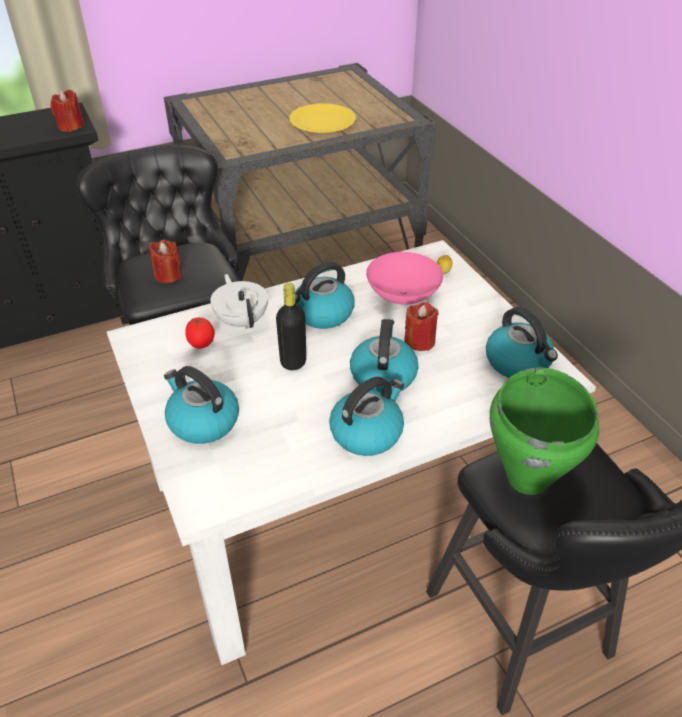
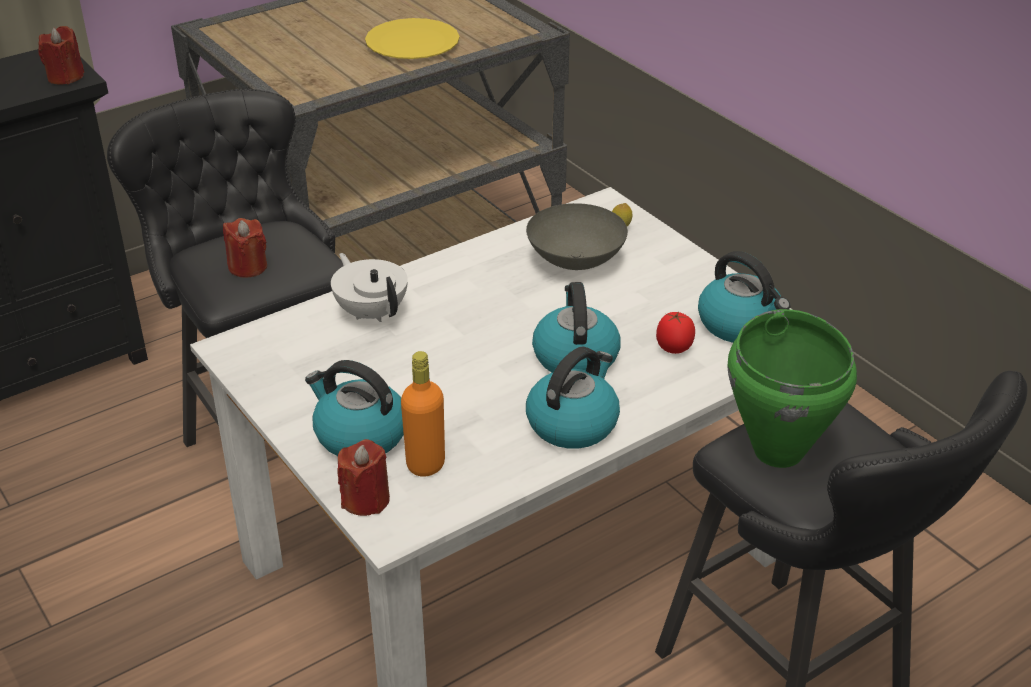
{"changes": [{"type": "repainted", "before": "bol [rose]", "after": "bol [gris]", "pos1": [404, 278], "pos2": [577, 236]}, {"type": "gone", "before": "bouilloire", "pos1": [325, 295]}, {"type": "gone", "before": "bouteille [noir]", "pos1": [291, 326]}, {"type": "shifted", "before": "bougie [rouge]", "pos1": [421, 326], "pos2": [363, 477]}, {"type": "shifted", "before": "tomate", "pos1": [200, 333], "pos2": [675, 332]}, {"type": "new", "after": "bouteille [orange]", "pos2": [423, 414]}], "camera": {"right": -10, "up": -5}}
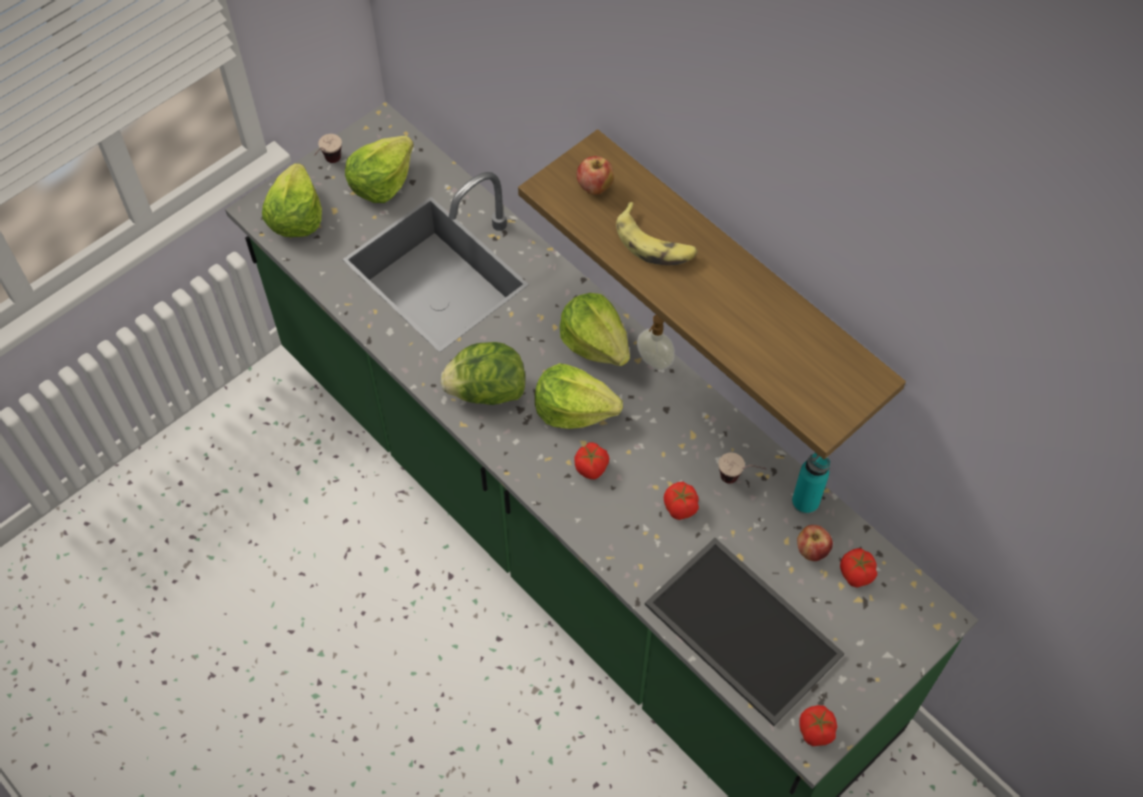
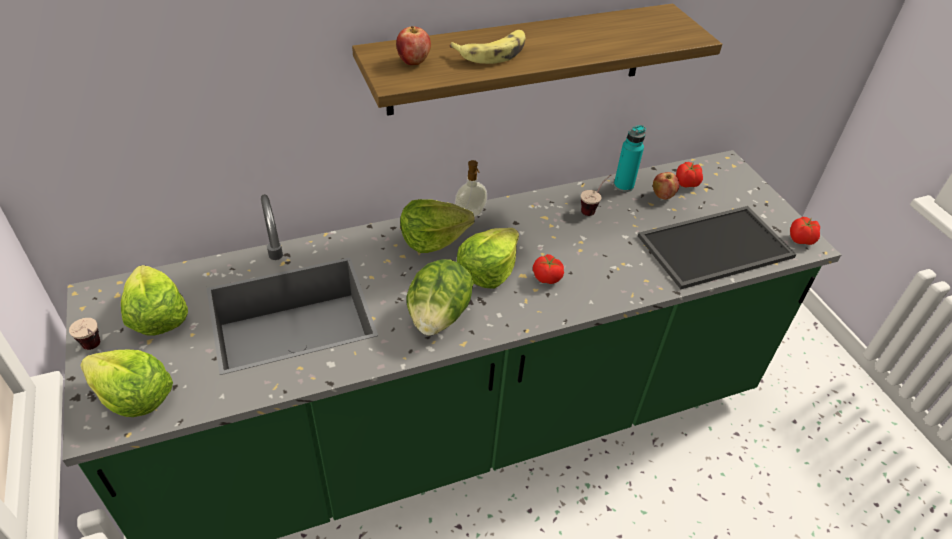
{"changes": [{"type": "gone", "before": "tomate", "pos1": [681, 501]}], "camera": {"right": -70, "up": -15}}
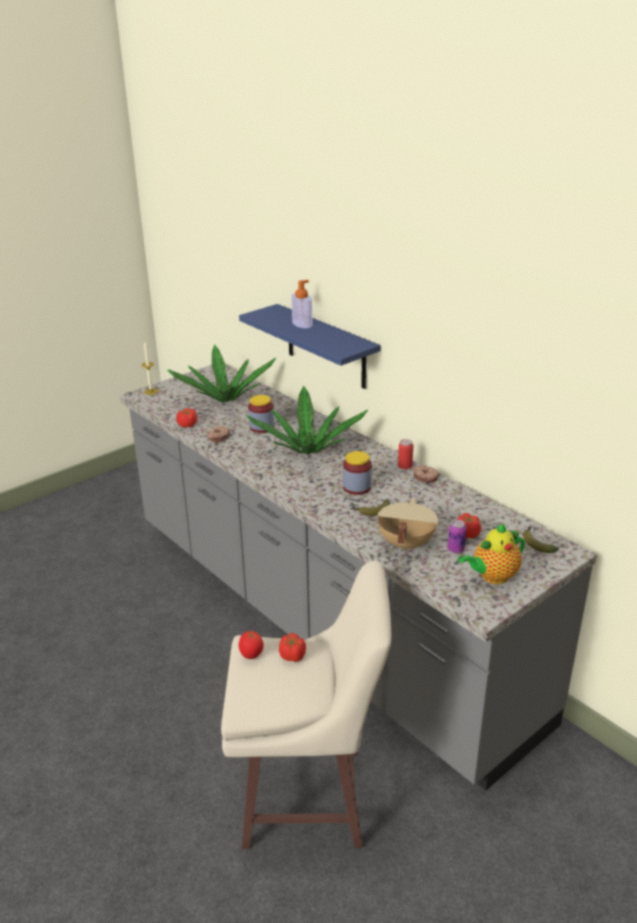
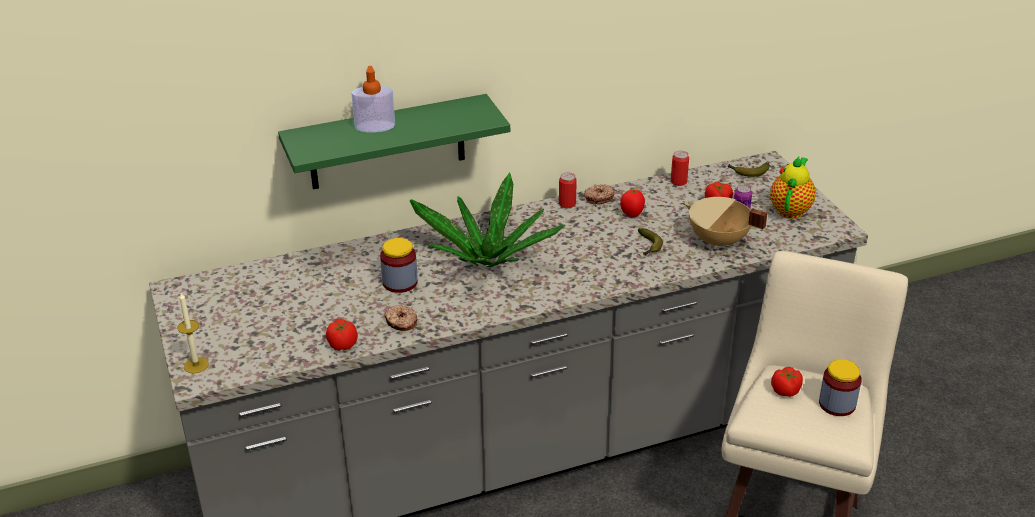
{"changes": [{"type": "repainted", "before": "étagère [bleu]", "after": "étagère [vert]", "pos1": [310, 346], "pos2": [394, 141]}, {"type": "gone", "before": "plante en pot", "pos1": [221, 373]}, {"type": "shifted", "before": "bocal", "pos1": [357, 473], "pos2": [840, 387]}, {"type": "rotated", "before": "théière", "pos1": [491, 553], "pos2": [793, 187], "turn": -150}, {"type": "shifted", "before": "tomate", "pos1": [251, 645], "pos2": [632, 203]}, {"type": "new", "after": "boîte métallique", "pos2": [680, 168]}], "camera": {"right": -70, "up": 5}}
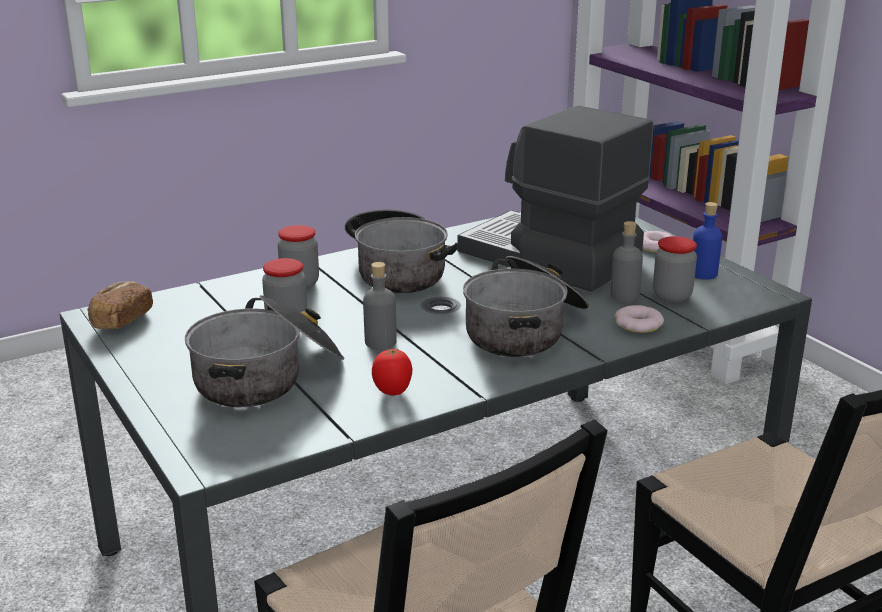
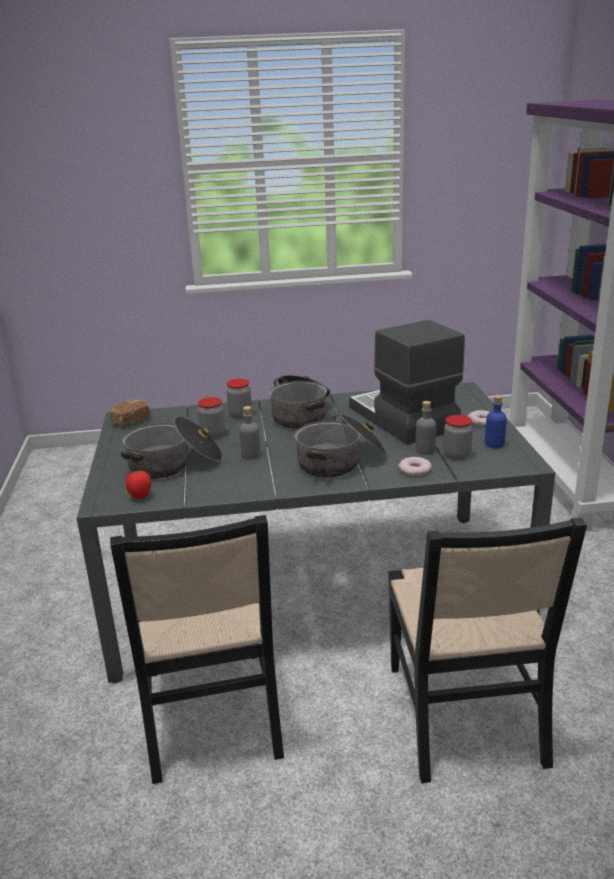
{"changes": [{"type": "shifted", "before": "tomate", "pos1": [392, 372], "pos2": [138, 484]}], "camera": {"right": 25, "up": 0}}
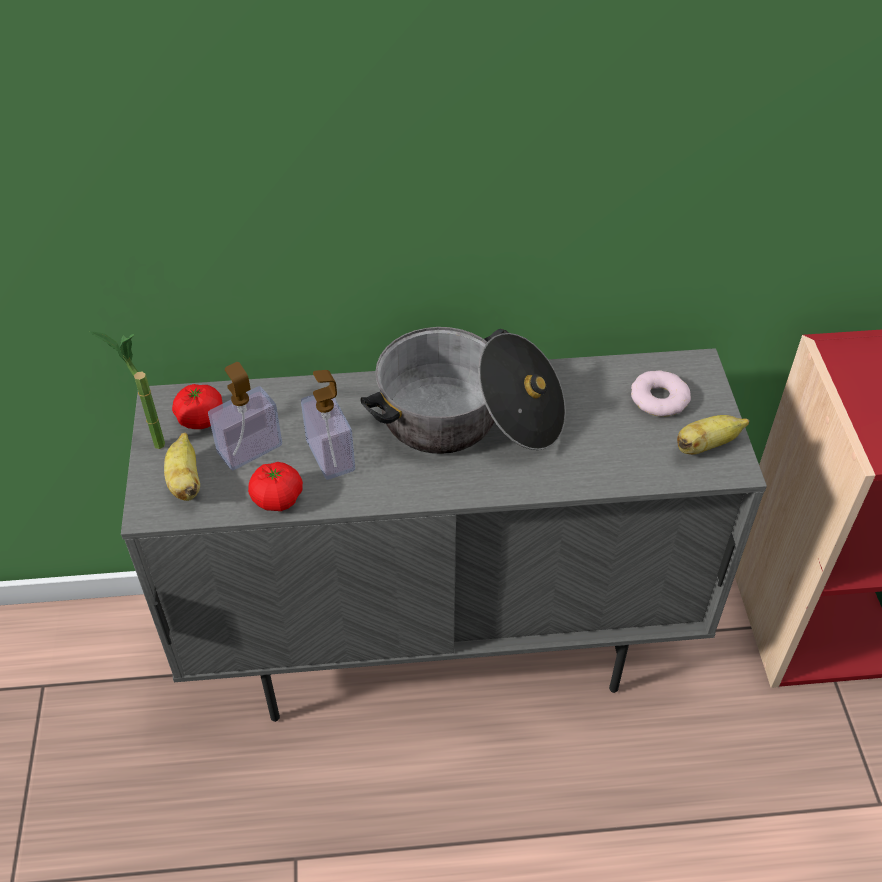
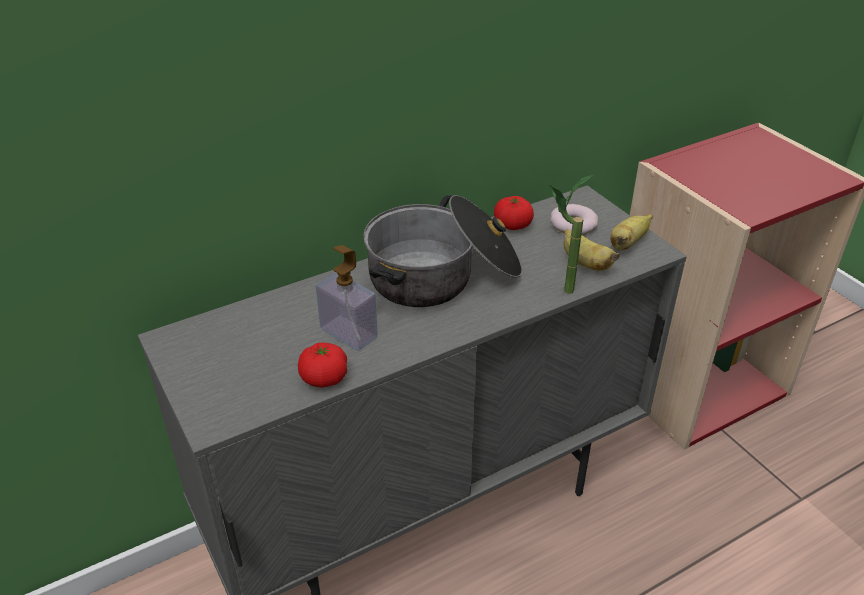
{"changes": [{"type": "shifted", "before": "plante en pot", "pos1": [127, 390], "pos2": [571, 234]}, {"type": "gone", "before": "distributeur de savon", "pos1": [245, 416]}, {"type": "shifted", "before": "tomate", "pos1": [197, 406], "pos2": [514, 213]}, {"type": "shifted", "before": "banane", "pos1": [182, 466], "pos2": [591, 249]}], "camera": {"right": -25, "up": -10}}
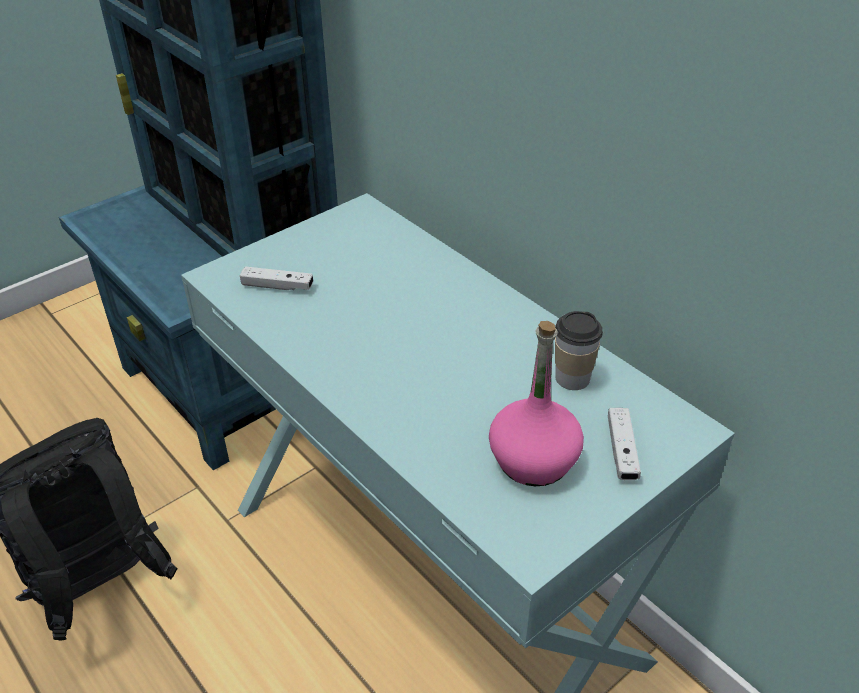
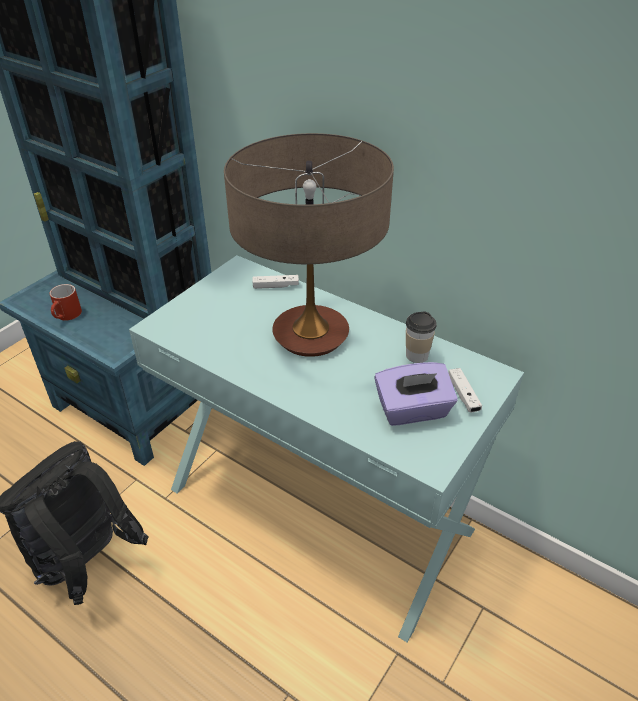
{"changes": [{"type": "shifted", "before": "manette [blanc]", "pos1": [276, 278], "pos2": [275, 282]}, {"type": "swapped", "before": "bouteille [rose]", "after": "boîte à mouchoirs [violet]", "pos1": [536, 403], "pos2": [416, 394]}, {"type": "new", "after": "lampe de table", "pos2": [309, 245]}, {"type": "new", "after": "mug [rouge]", "pos2": [65, 302]}], "camera": {"right": -15, "up": 0}}
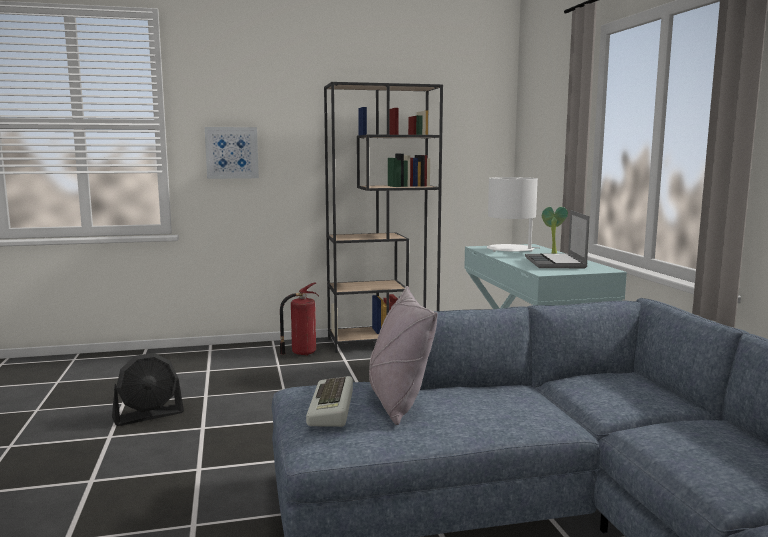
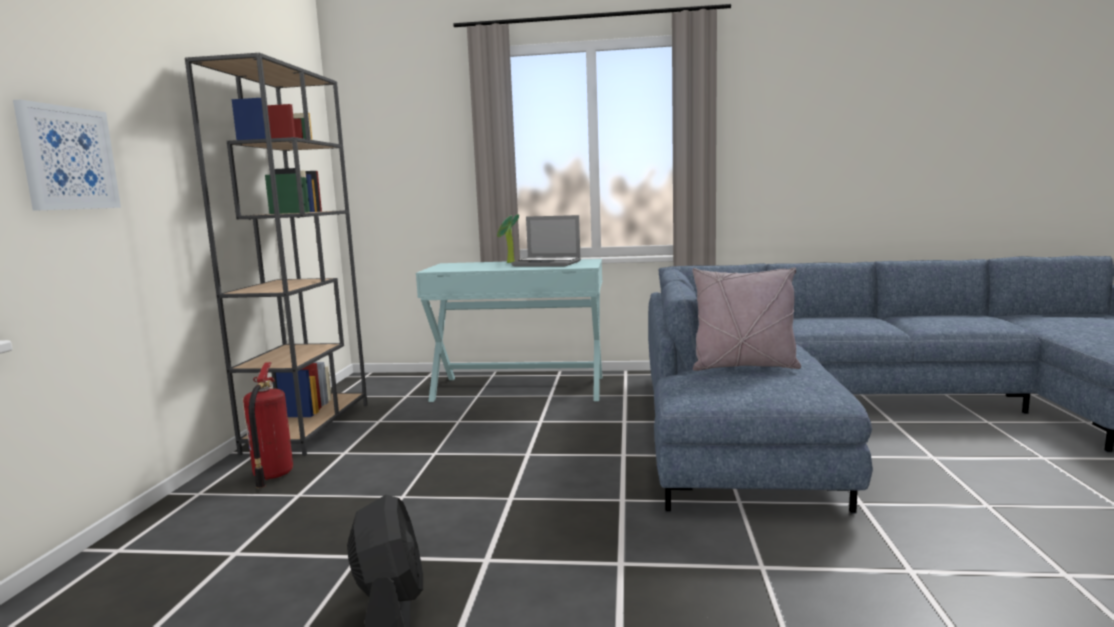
{"changes": [{"type": "gone", "before": "lampe de table [blanc]", "pos1": [513, 214]}, {"type": "gone", "before": "clavier", "pos1": [329, 401]}], "camera": {"right": -70, "up": 0}}
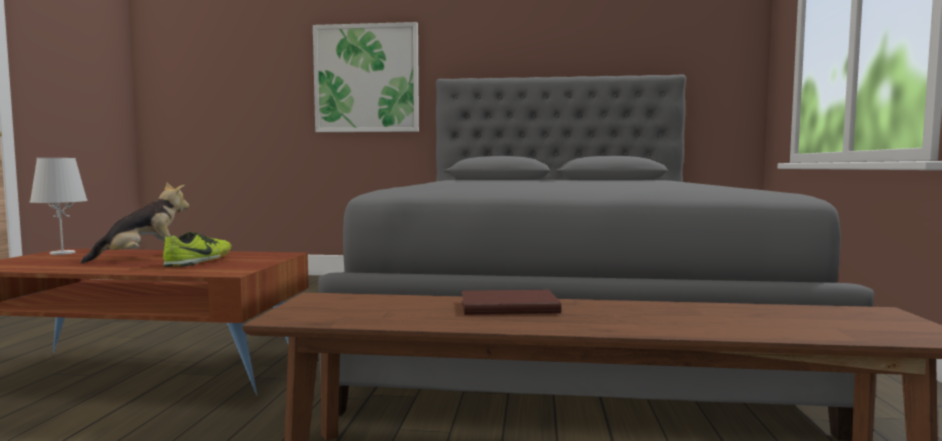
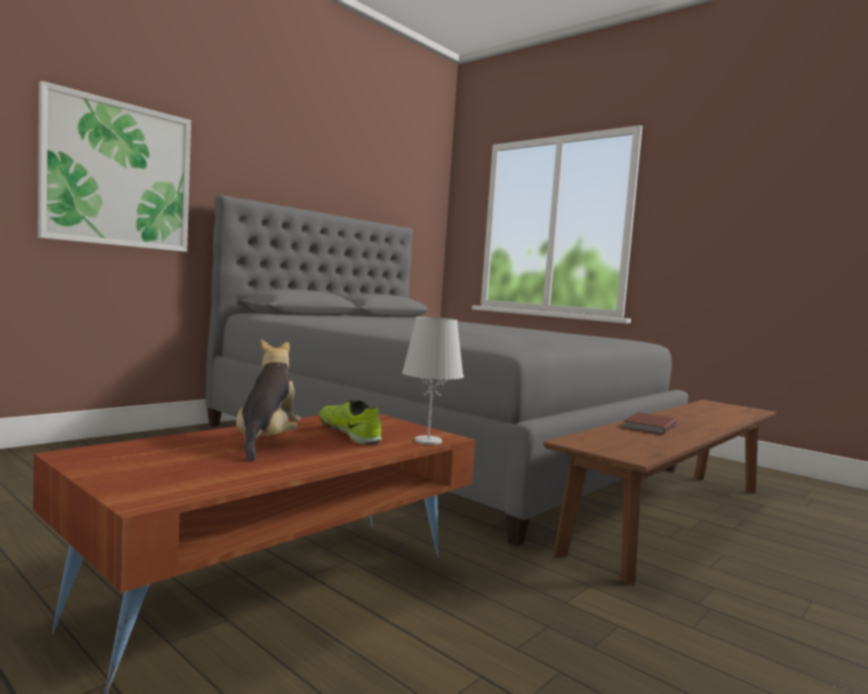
{"changes": [{"type": "shifted", "before": "lampe de table [blanc]", "pos1": [59, 206], "pos2": [433, 381]}], "camera": {"right": -55, "up": 0}}
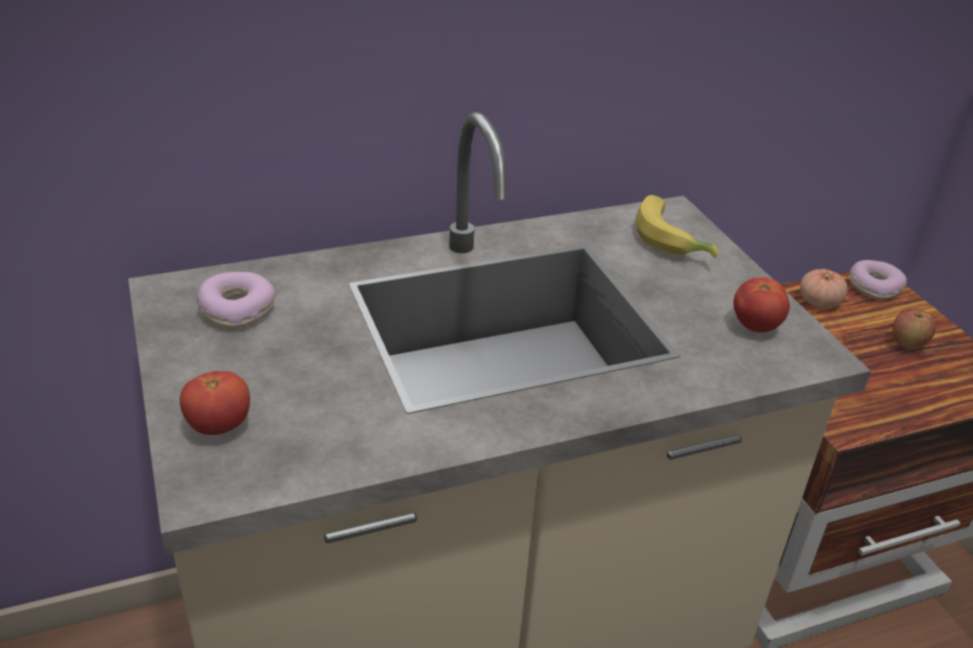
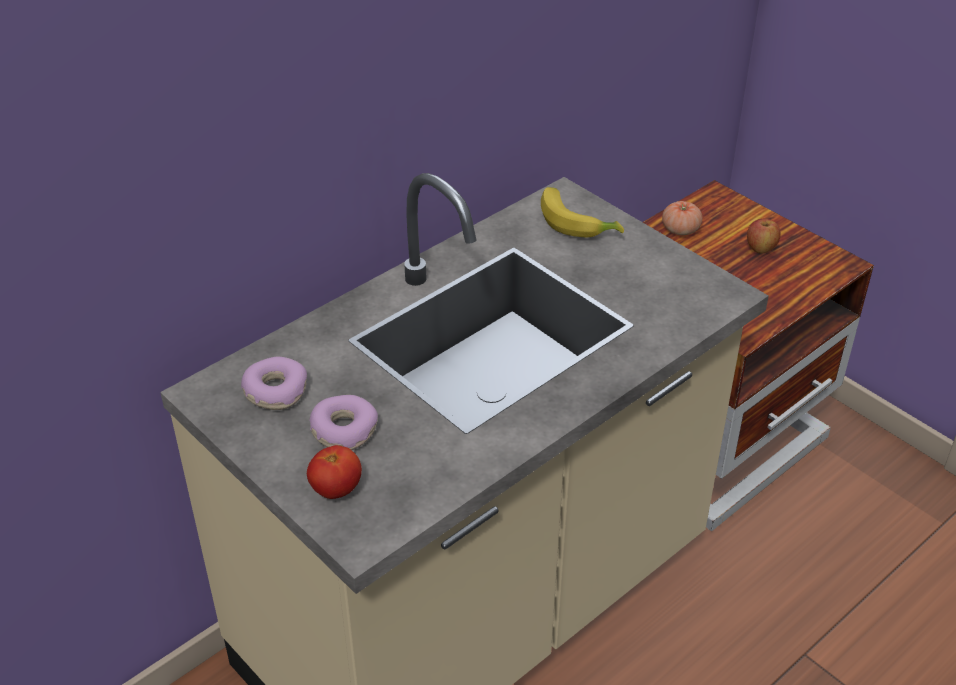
{"changes": [{"type": "shifted", "before": "beignet", "pos1": [878, 280], "pos2": [343, 422]}, {"type": "gone", "before": "tomate", "pos1": [761, 304]}], "camera": {"right": -20, "up": 5}}
